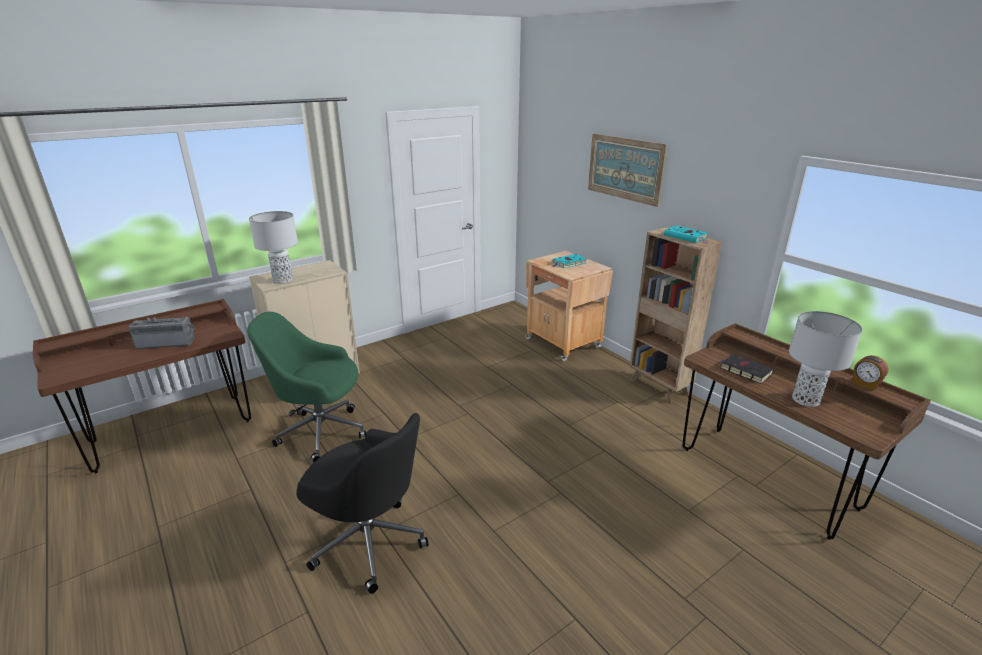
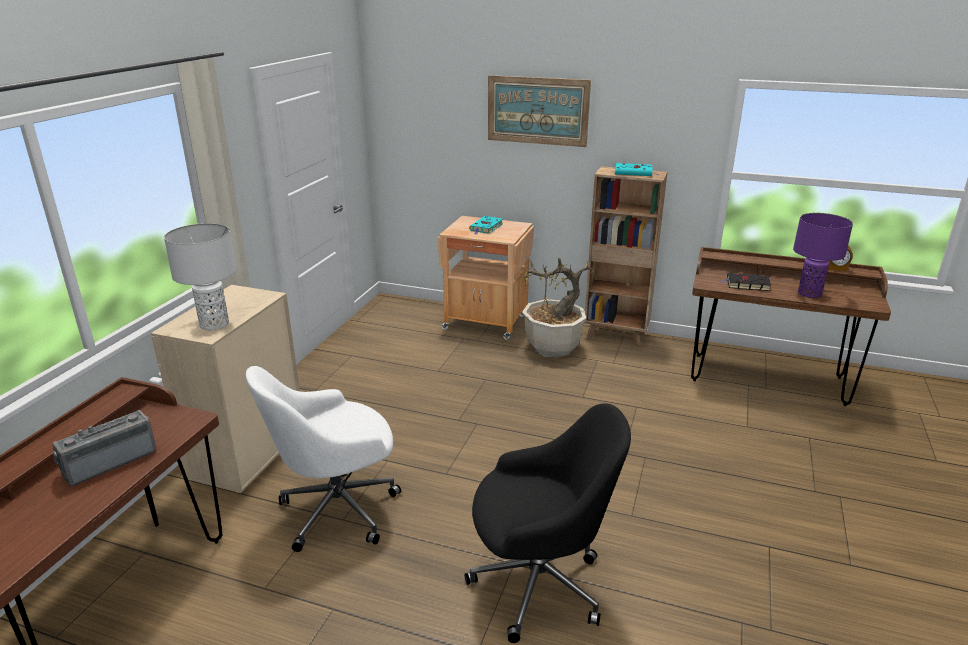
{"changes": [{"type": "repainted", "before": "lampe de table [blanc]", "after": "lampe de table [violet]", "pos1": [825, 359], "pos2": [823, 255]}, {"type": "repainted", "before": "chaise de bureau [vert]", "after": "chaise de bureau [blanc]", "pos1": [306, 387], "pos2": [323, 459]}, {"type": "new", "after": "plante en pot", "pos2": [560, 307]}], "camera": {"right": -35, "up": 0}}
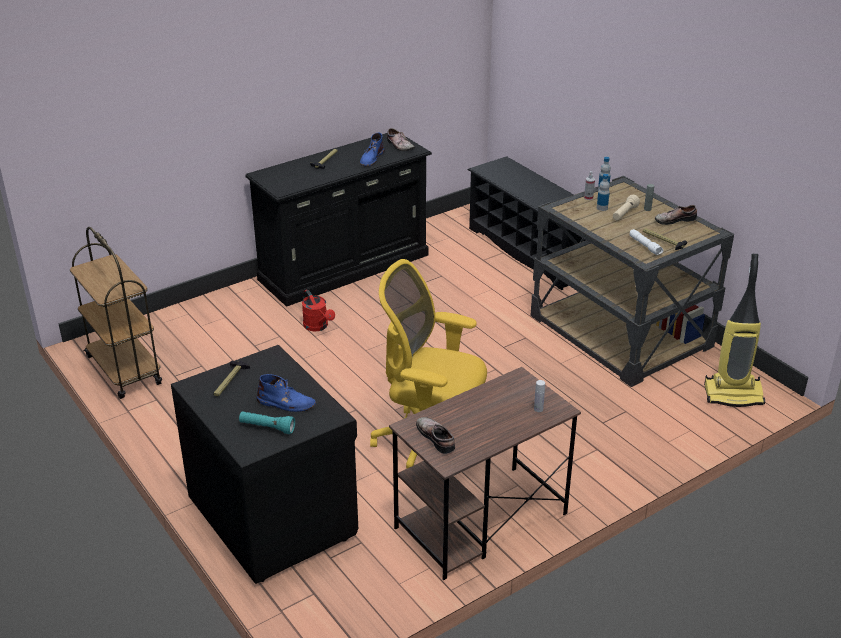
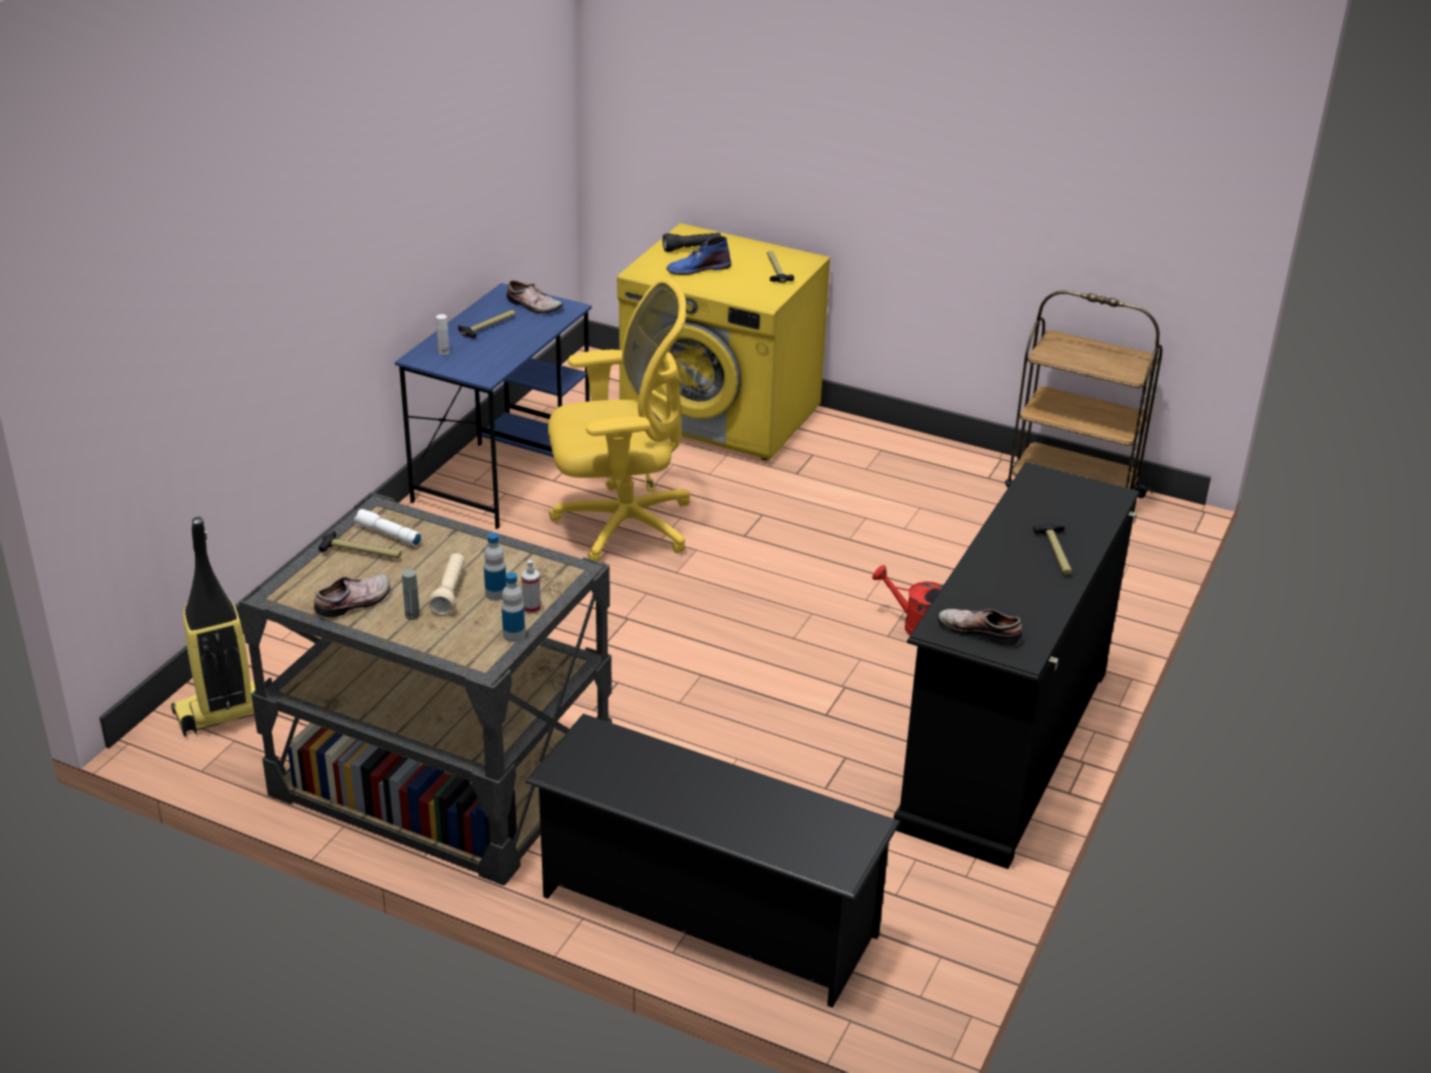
{"changes": [{"type": "gone", "before": "botte [bleu]", "pos1": [372, 150]}, {"type": "repainted", "before": "lave-linge [noir]", "after": "lave-linge [jaune]", "pos1": [264, 464], "pos2": [723, 342]}, {"type": "repainted", "before": "bureau [marron]", "after": "bureau [bleu]", "pos1": [485, 473], "pos2": [493, 406]}, {"type": "repainted", "before": "lampe de poche [turquoise]", "after": "lampe de poche [noir]", "pos1": [267, 422], "pos2": [692, 242]}, {"type": "new", "after": "marteau", "pos2": [487, 324]}], "camera": {"right": 150, "up": 0}}
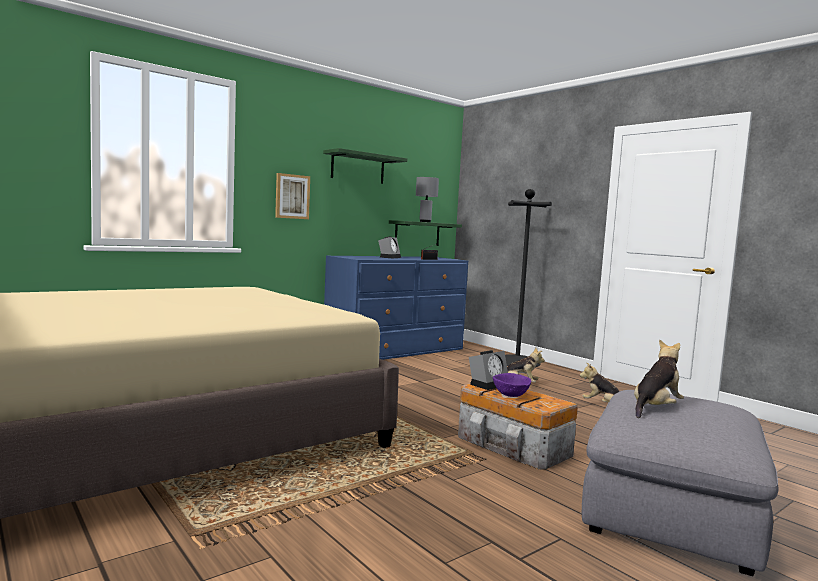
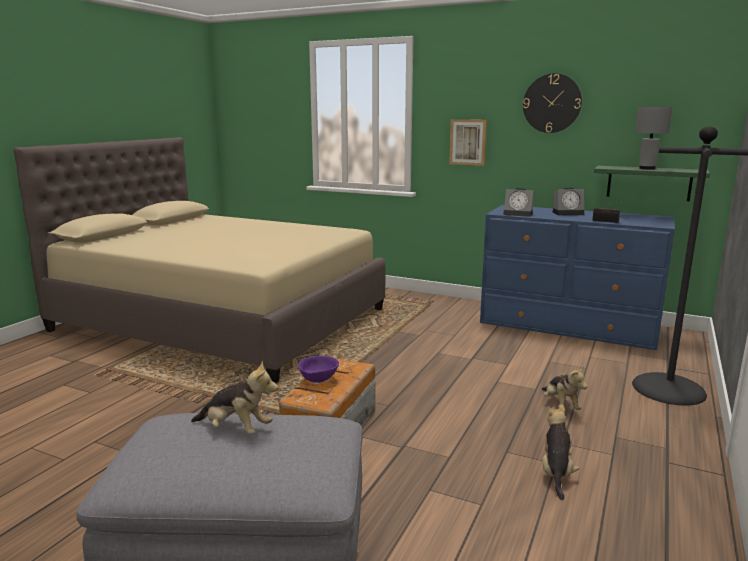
{"changes": [{"type": "swapped", "before": "étagère [vert]", "after": "horloge murale", "pos1": [365, 166], "pos2": [552, 103]}, {"type": "shifted", "before": "réveil", "pos1": [488, 370], "pos2": [519, 202]}], "camera": {"right": 65, "up": 10}}
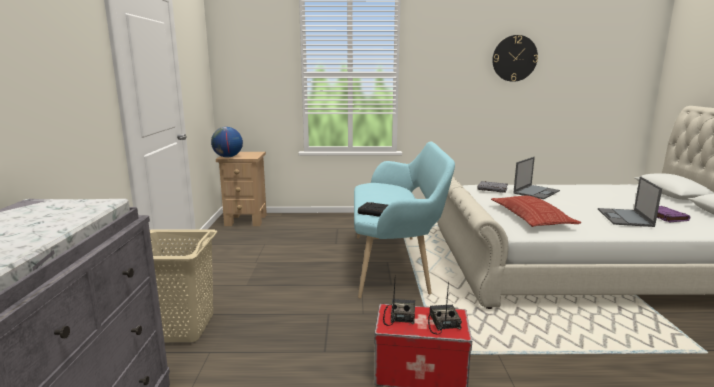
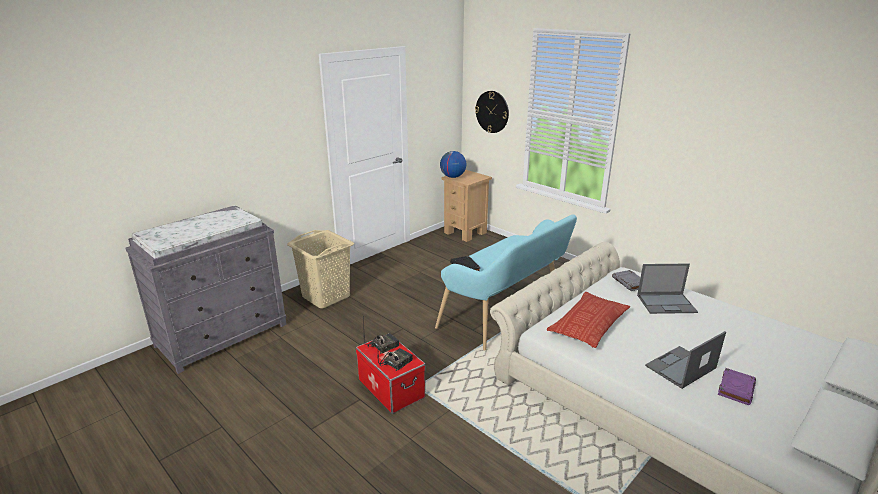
{"changes": [{"type": "shifted", "before": "horloge murale", "pos1": [515, 58], "pos2": [492, 112]}], "camera": {"right": 45, "up": 10}}
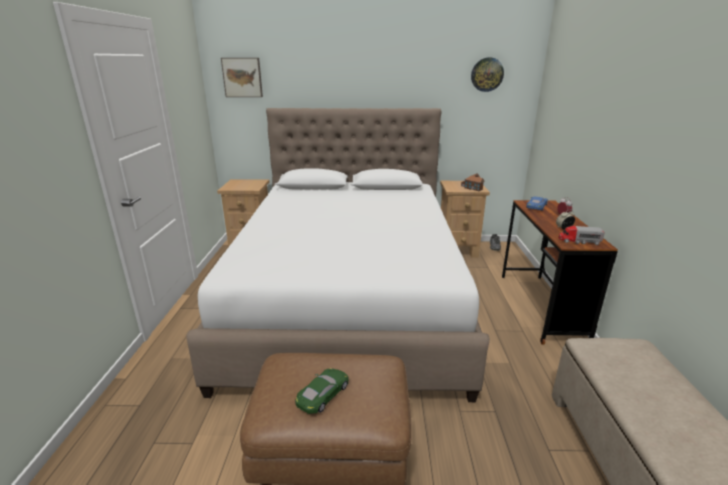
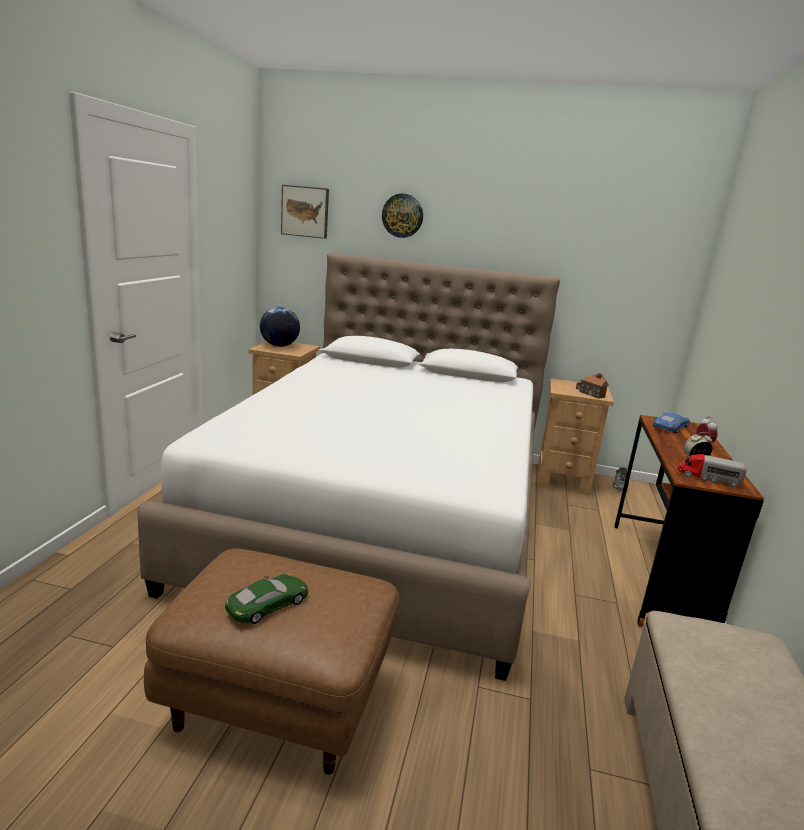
{"changes": [{"type": "shifted", "before": "horloge murale", "pos1": [487, 75], "pos2": [402, 215]}, {"type": "new", "after": "globe", "pos2": [280, 327]}], "camera": {"right": 10, "up": -5}}
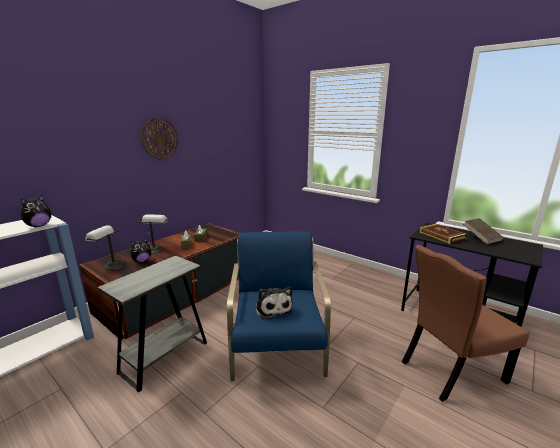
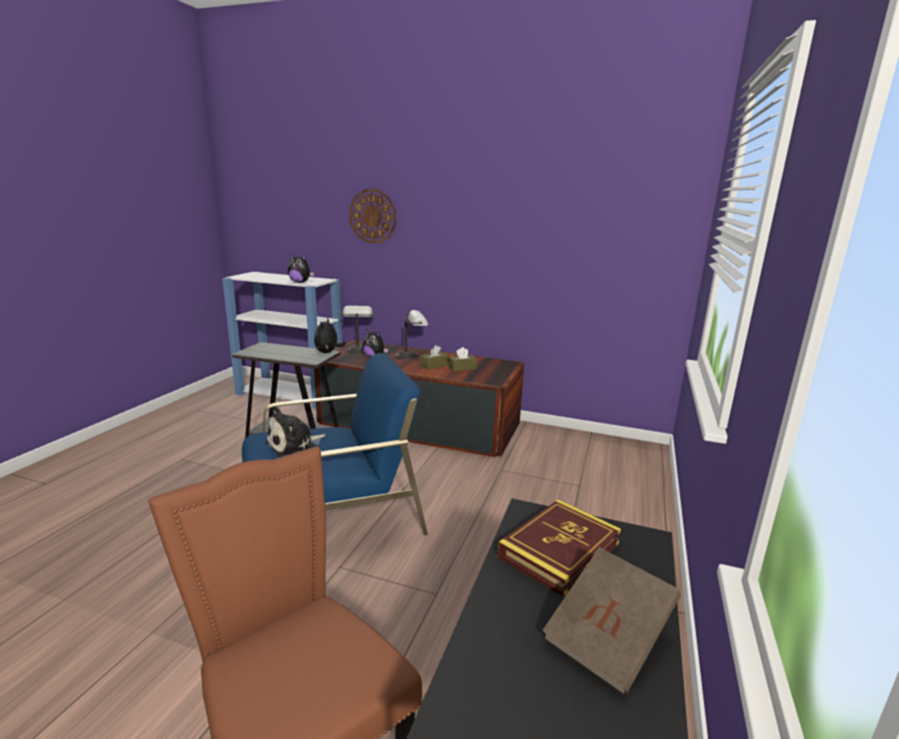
{"changes": [{"type": "shifted", "before": "horloge murale", "pos1": [159, 139], "pos2": [372, 216]}, {"type": "new", "after": "peluche", "pos2": [330, 335]}], "camera": {"right": 70, "up": 0}}
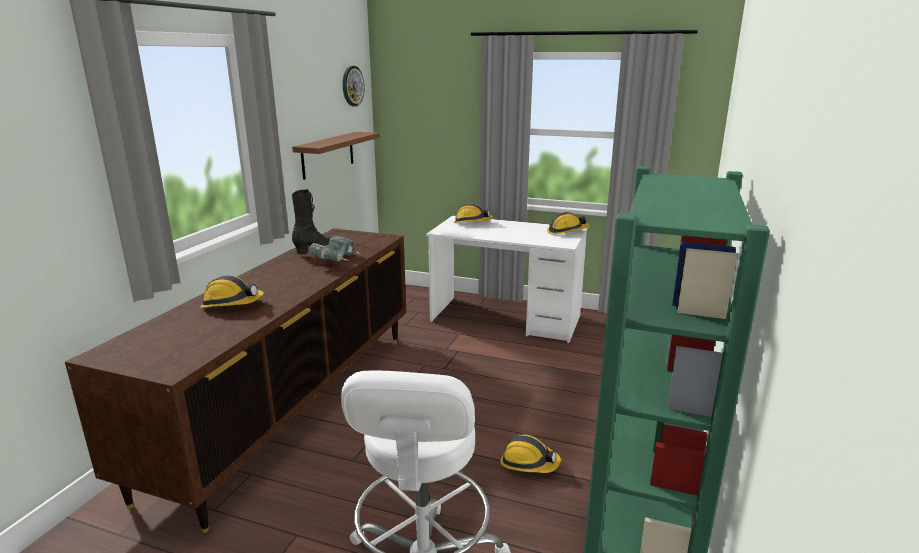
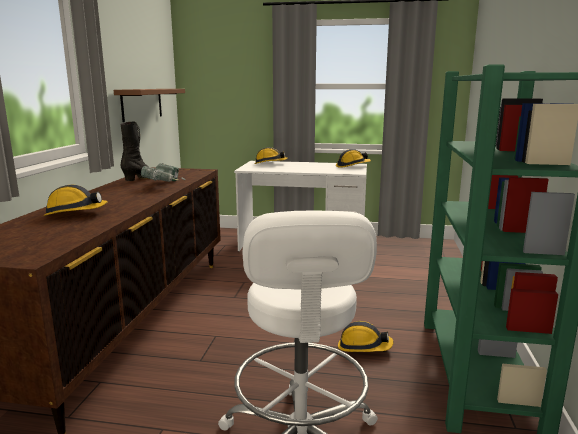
{"changes": [{"type": "gone", "before": "horloge murale", "pos1": [354, 86]}], "camera": {"right": -10, "up": -5}}
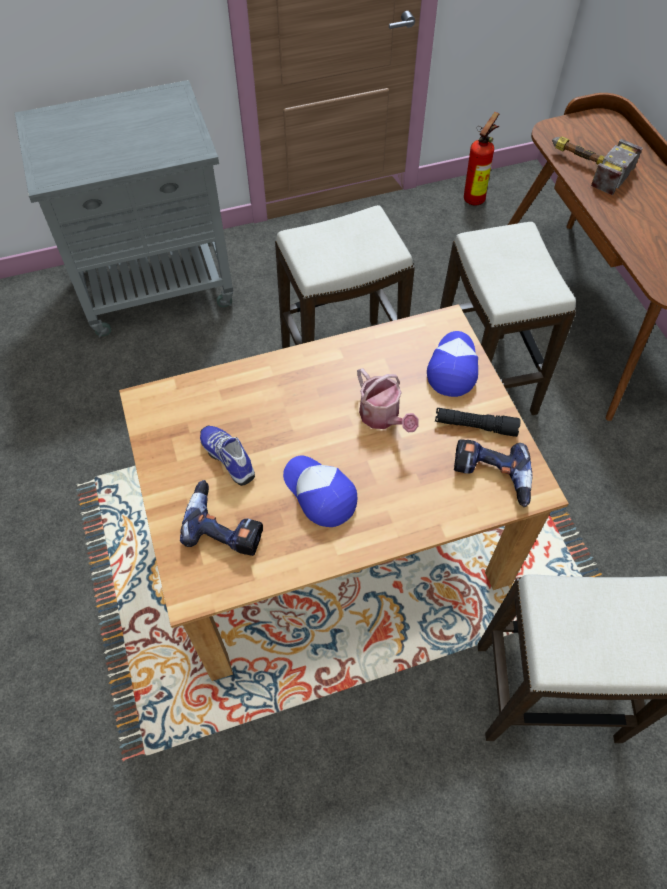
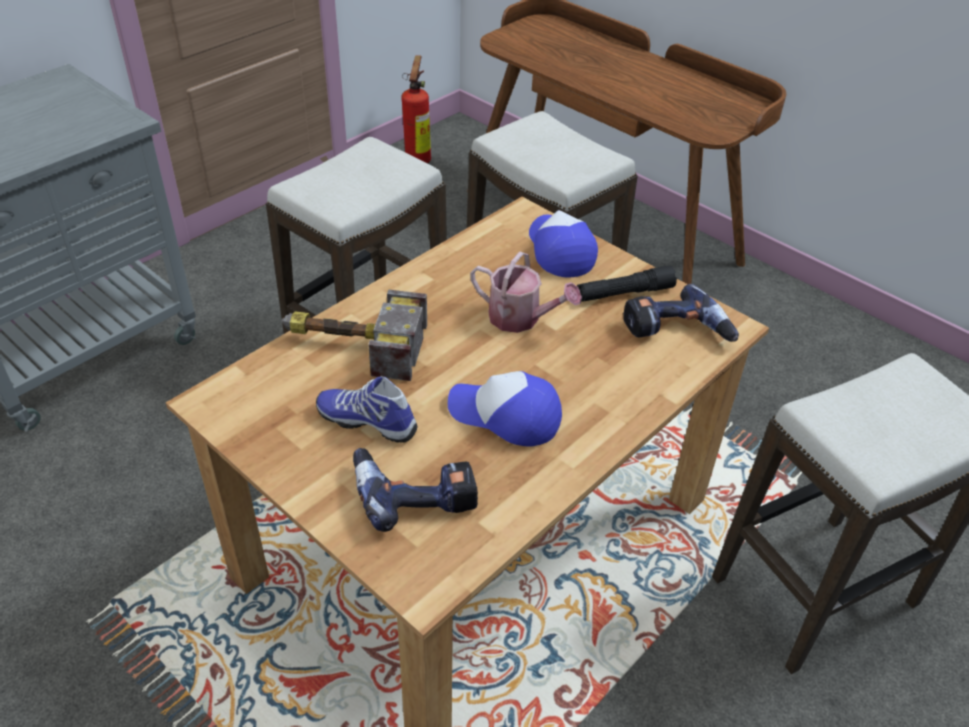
{"changes": [{"type": "shifted", "before": "marteau", "pos1": [597, 165], "pos2": [354, 335]}], "camera": {"right": -30, "up": -15}}
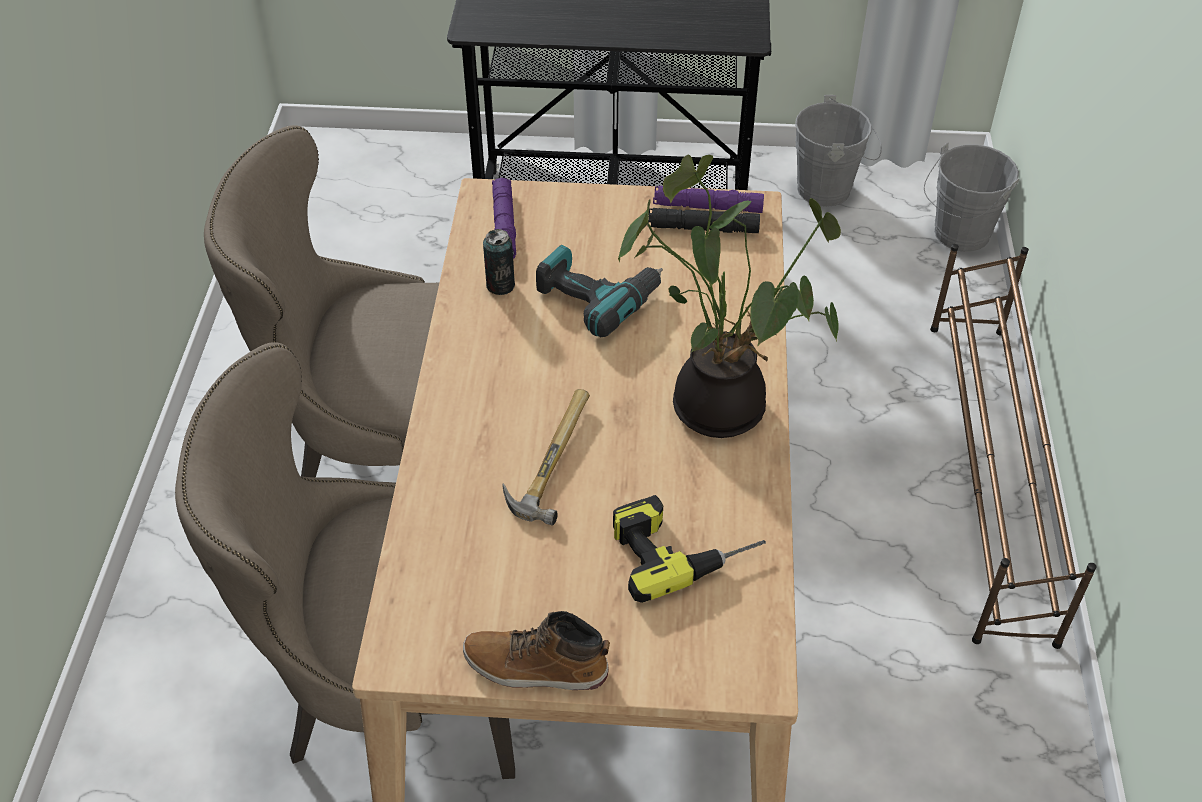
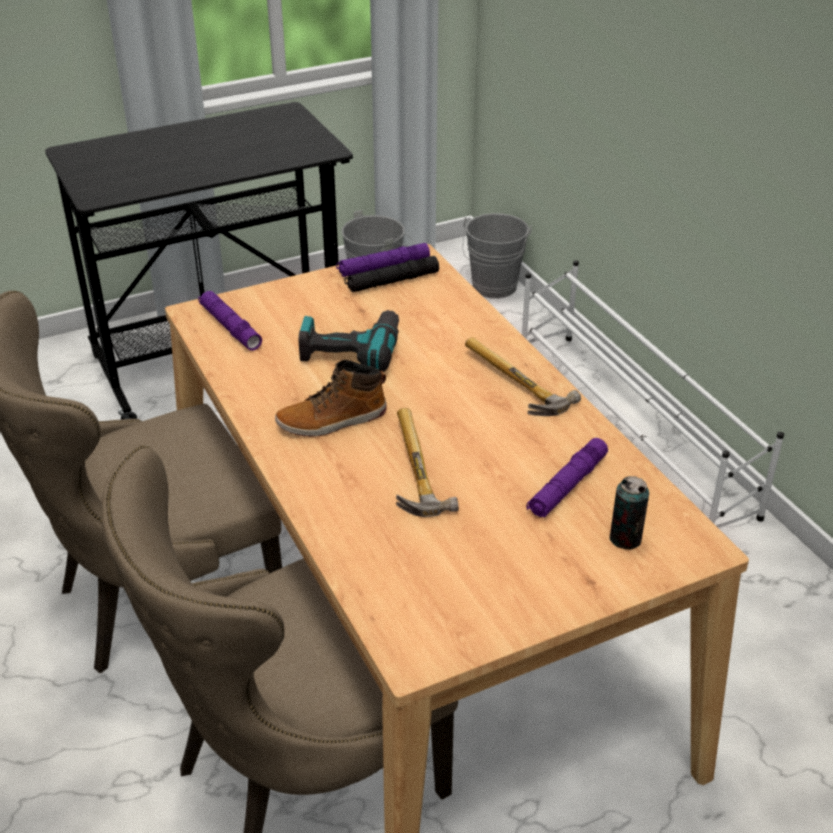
{"changes": [{"type": "swapped", "before": "plante en pot", "after": "marteau", "pos1": [729, 296], "pos2": [523, 376]}, {"type": "shifted", "before": "boîte métallique", "pos1": [499, 262], "pos2": [629, 512]}, {"type": "repainted", "before": "étagère à chaussures [marron]", "after": "étagère à chaussures [blanc]", "pos1": [1013, 446], "pos2": [653, 394]}, {"type": "swapped", "before": "perceuse", "after": "lampe de poche [violet]", "pos1": [689, 549], "pos2": [567, 478]}, {"type": "shifted", "before": "botte", "pos1": [536, 650], "pos2": [331, 398]}], "camera": {"right": -30, "up": -10}}
